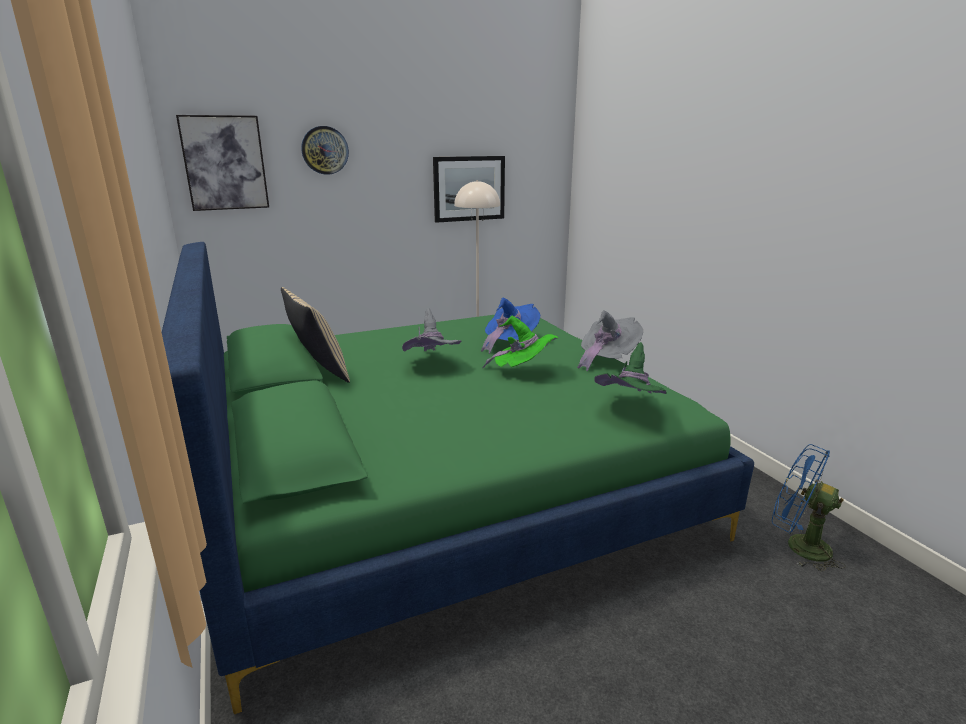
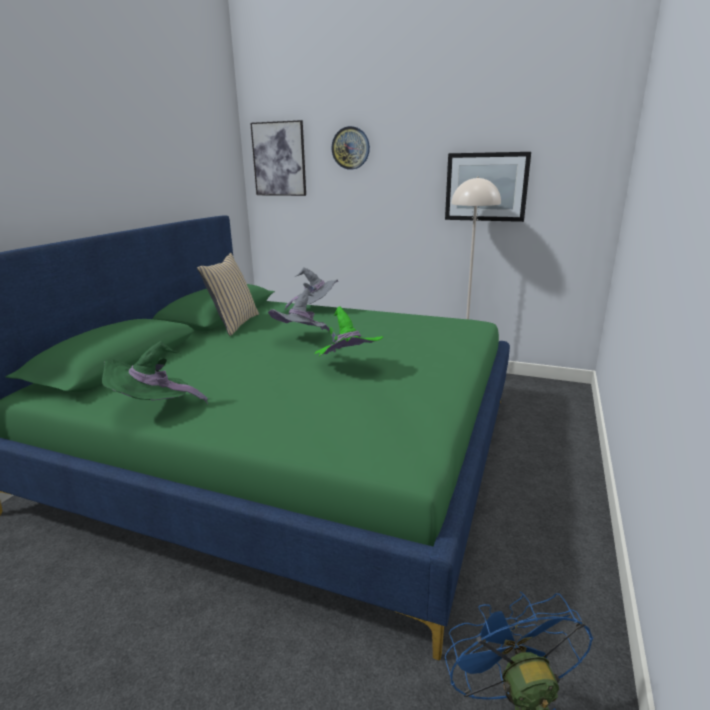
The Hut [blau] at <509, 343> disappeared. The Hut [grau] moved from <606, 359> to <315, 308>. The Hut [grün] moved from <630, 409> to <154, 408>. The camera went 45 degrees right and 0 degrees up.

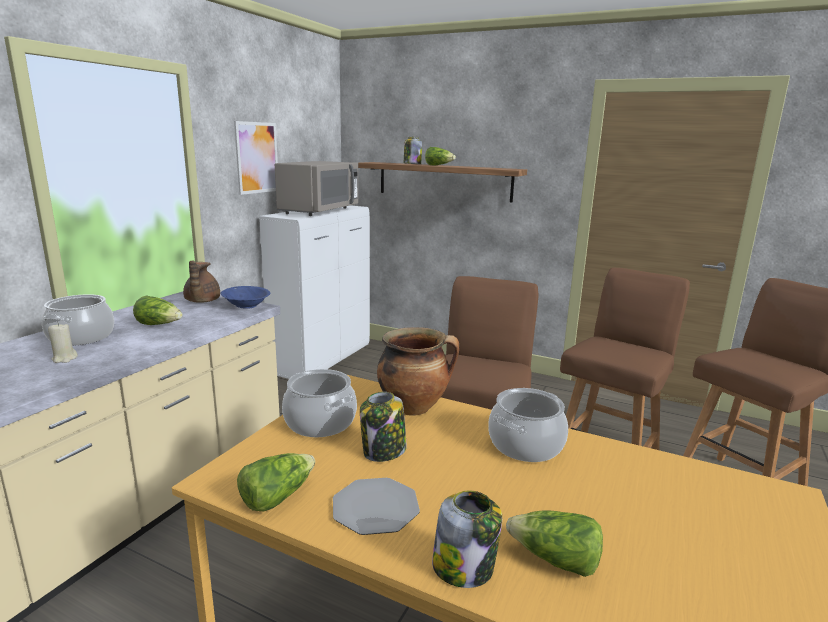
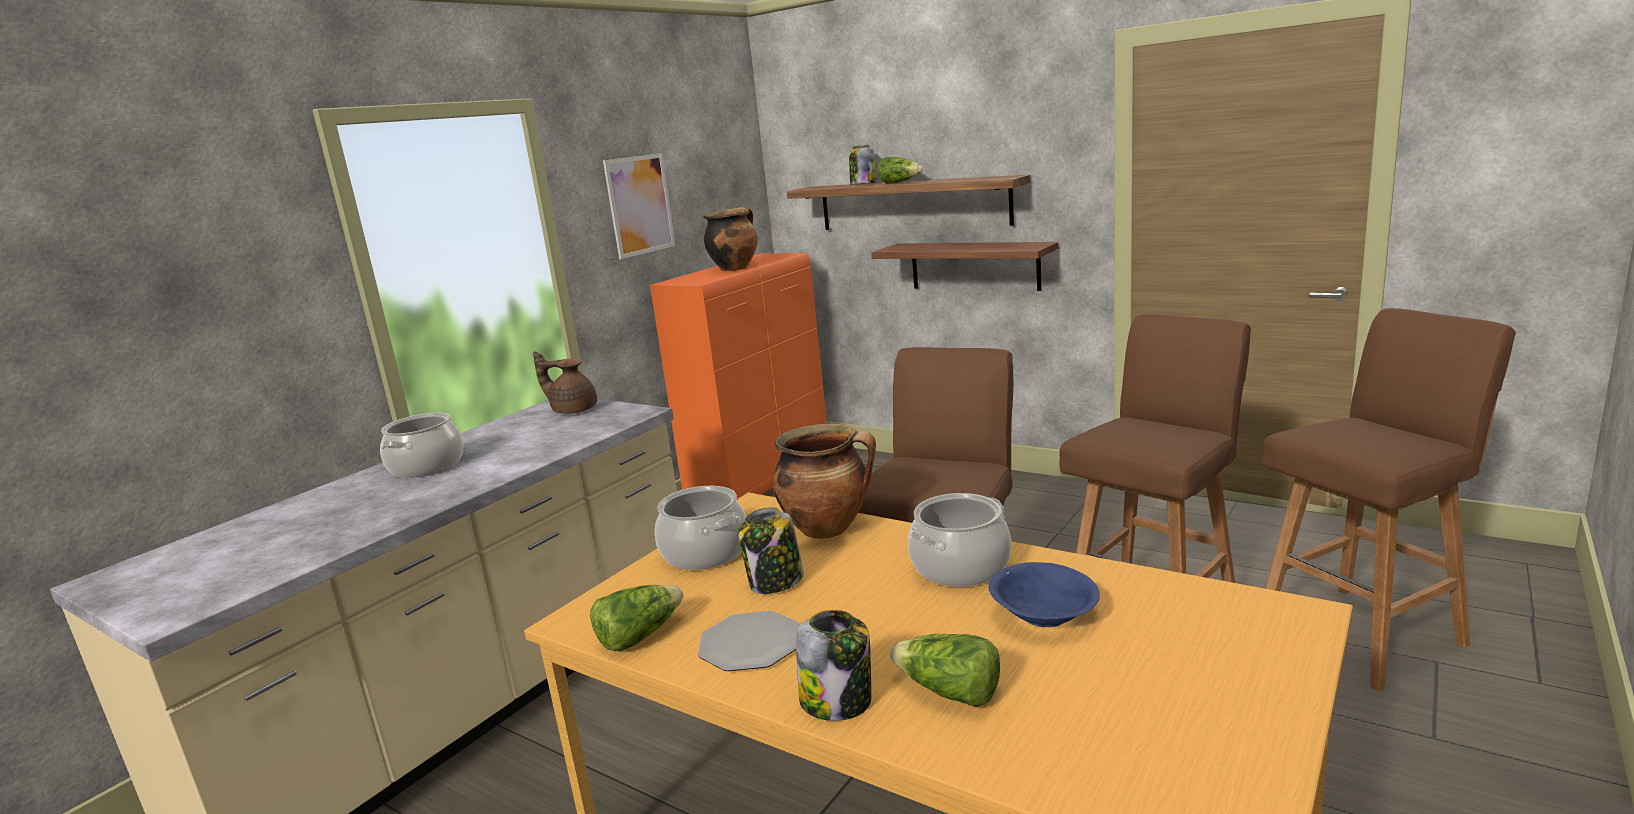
The Kerze [beige] at <64, 358> disappeared. The Salatkopf at <159, 325> disappeared. The Teekanne [braun] at <201, 301> turned 105 degrees clockwise. The Schüssel [blau] moved from <246, 306> to <1043, 616>. The Schrank [weiß] at <323, 360> became the Schrank [orange] at <761, 480>. The Mikrowelle [grau] at <319, 211> was replaced by the Kochtopf at <735, 268>. The Wandregal at <974, 266> appeared. The camera went 10 degrees right and 0 degrees up.

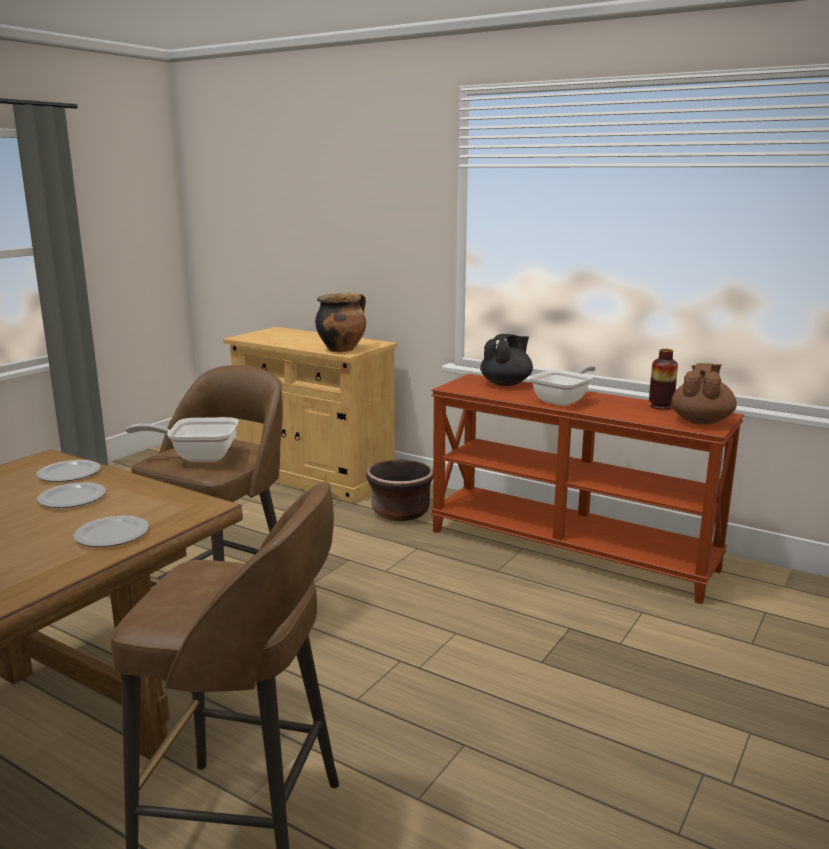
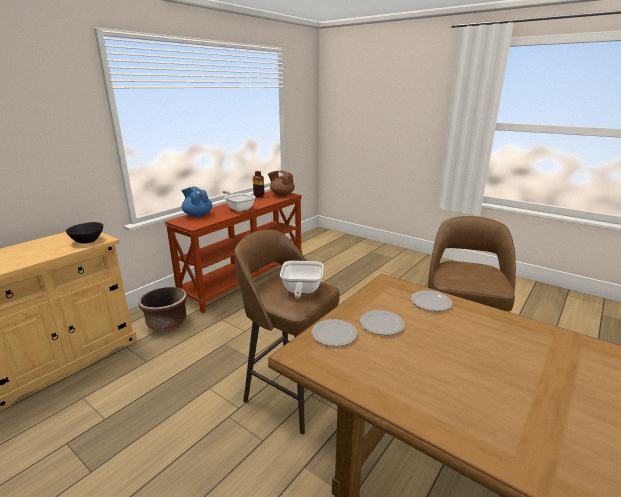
The Kochtopf at <342, 349> was replaced by the Schüssel [schwarz] at <87, 241>. The Teekanne [schwarz] at <506, 383> became the Teekanne [blau] at <197, 215>. The camera went 85 degrees left and 5 degrees up.

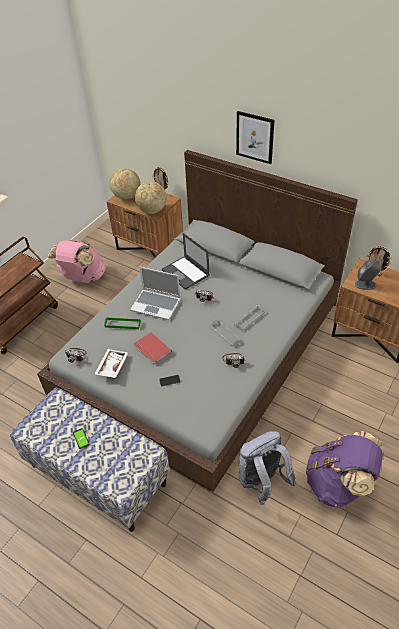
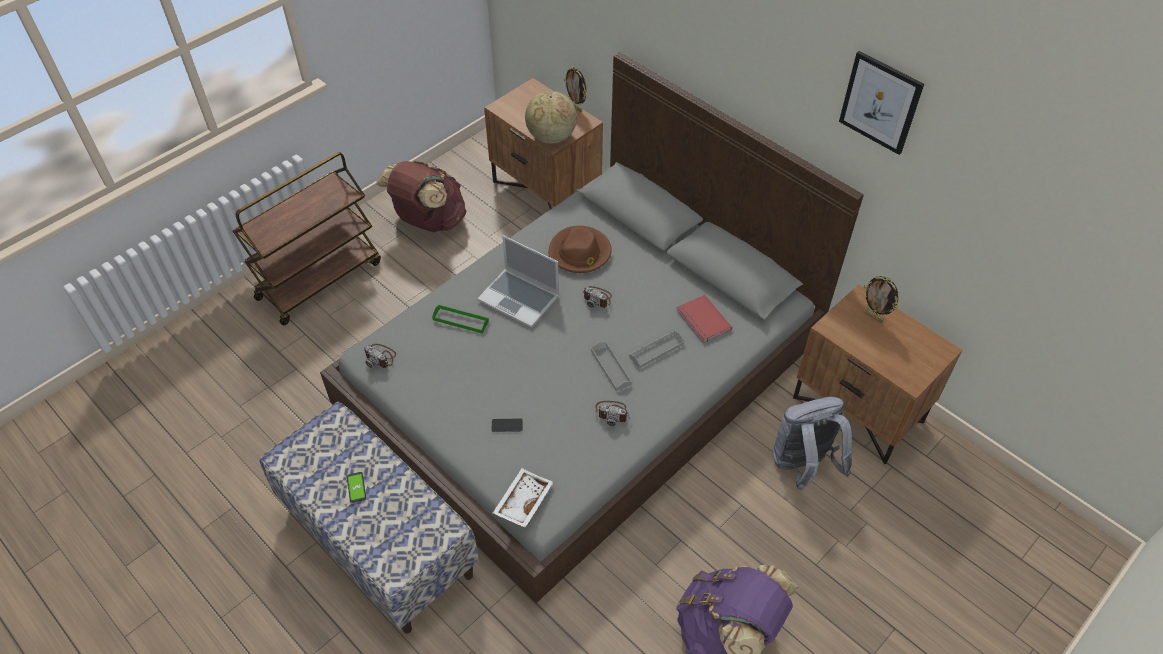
The Rucksack [rosa] at <82, 278> became the Rucksack [braun] at <428, 221>. The Tablett [weiß] moved from <111, 366> to <522, 501>. The Globus at <127, 196> disappeared. The Buch [rot] moved from <151, 349> to <702, 321>. The Laptop at <186, 273> was replaced by the Hut [braun] at <580, 253>. The Bild moved from <255, 137> to <880, 102>. The Rucksack [grau] moved from <262, 482> to <803, 466>. The Lautsprecher [grau] at <365, 284> disappeared. The camera went 10 degrees right and 5 degrees up.

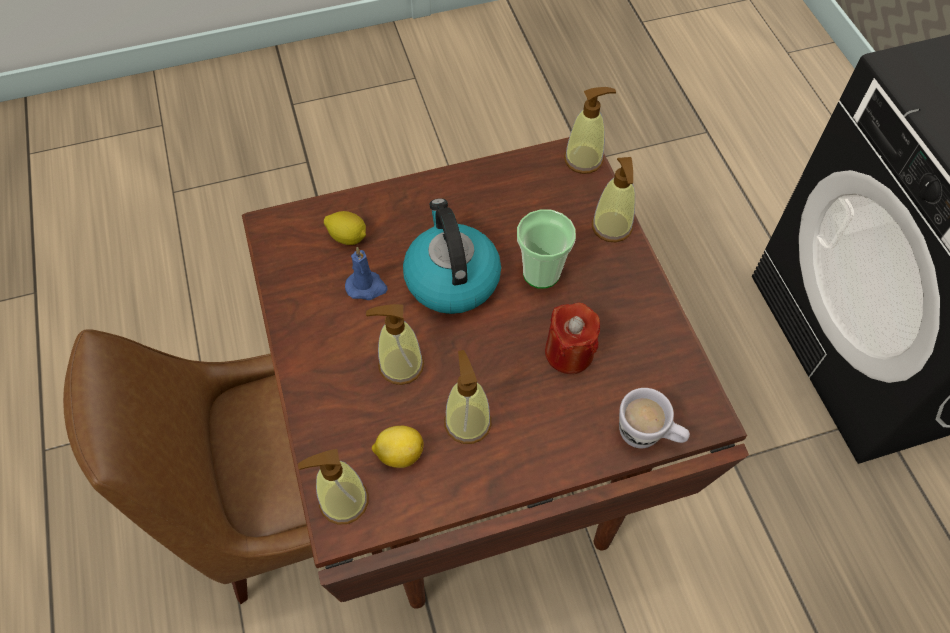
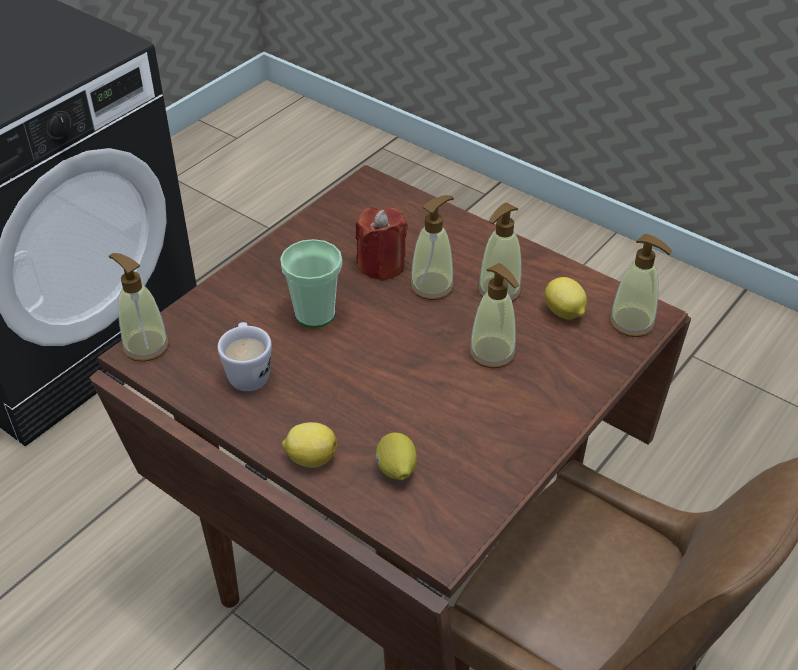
The Kerze [blau] at <367, 287> disappeared. The Wasserkessel at <451, 278> disappeared. The Seifenspender moved from <611, 227> to <432, 286>. The Henkelbecher [weiß] moved from <648, 435> to <248, 372>. The Zitrone at <310, 458> appeared. The camera went 125 degrees left and 15 degrees down.

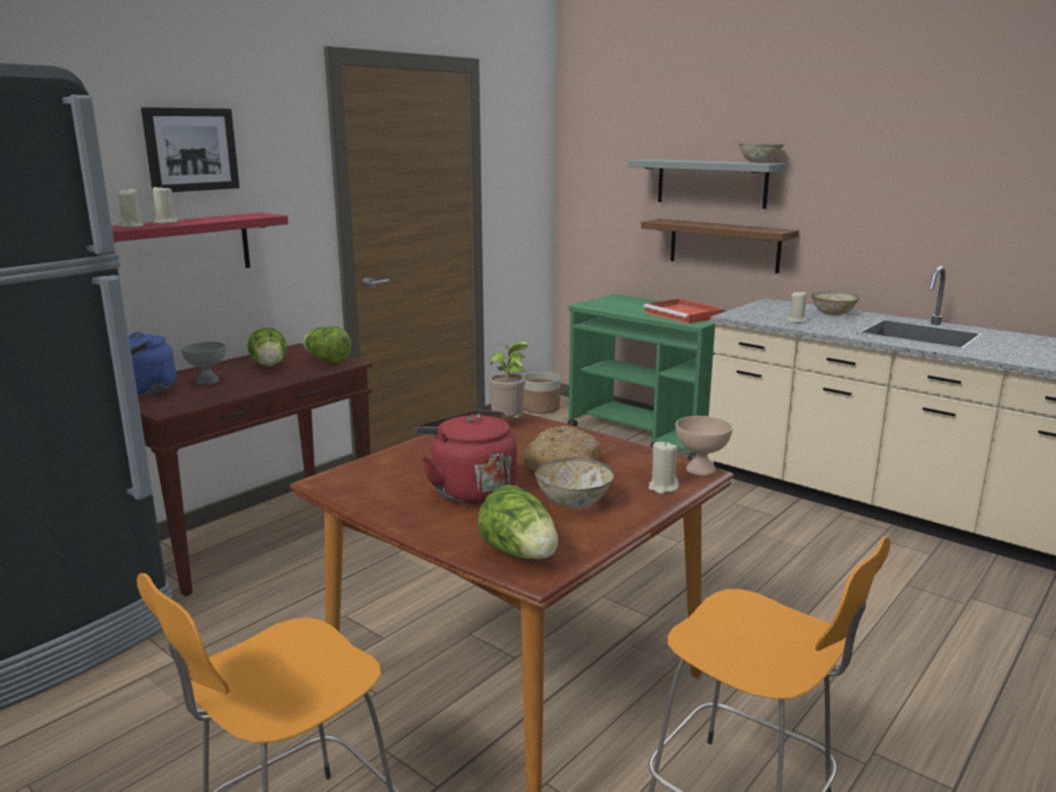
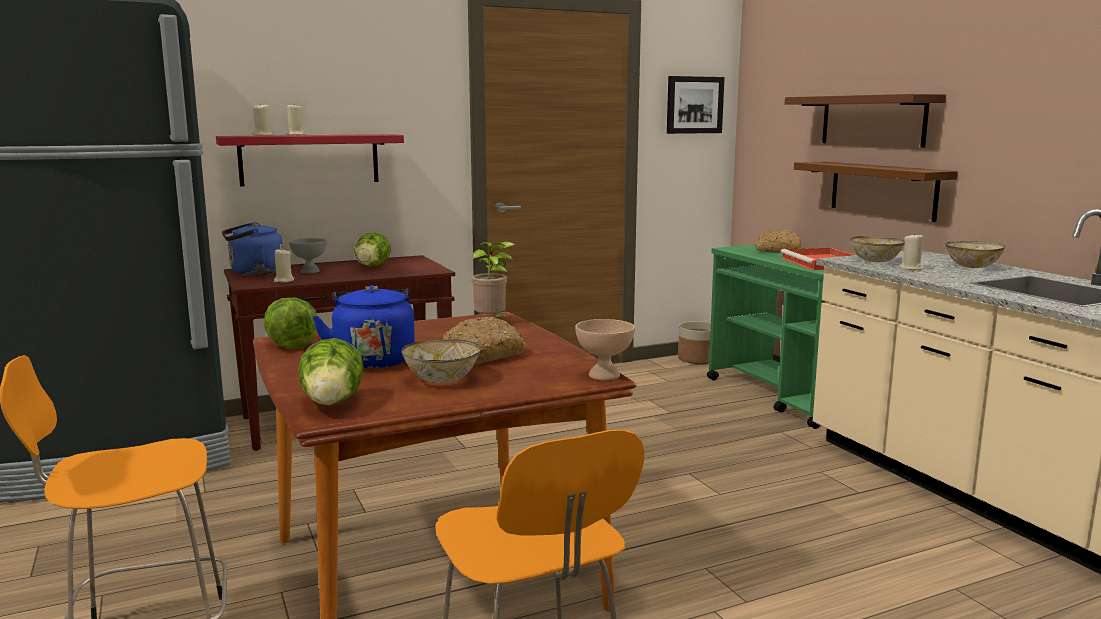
The Bild moved from <191, 149> to <694, 105>. The Salatkopf moved from <327, 361> to <289, 344>. The Wasserkessel [rot] at <470, 490> became the Wasserkessel [blau] at <373, 360>. The Wandregal [grau] at <711, 183> became the Wandregal [braun] at <872, 120>. The Kerze [beige] moved from <662, 487> to <284, 281>. The Schüssel moved from <760, 162> to <876, 261>. The Brot at <777, 250> appeared. The camera went 25 degrees right and 5 degrees down.

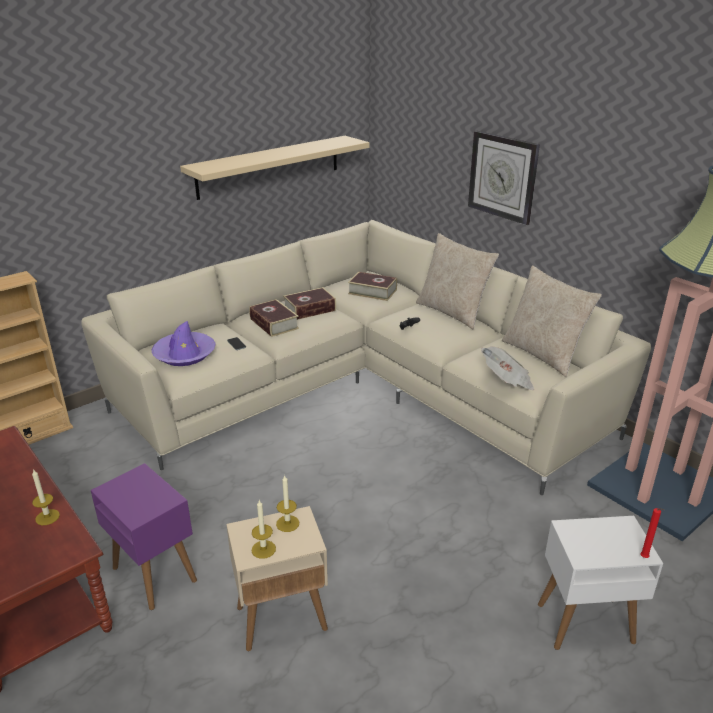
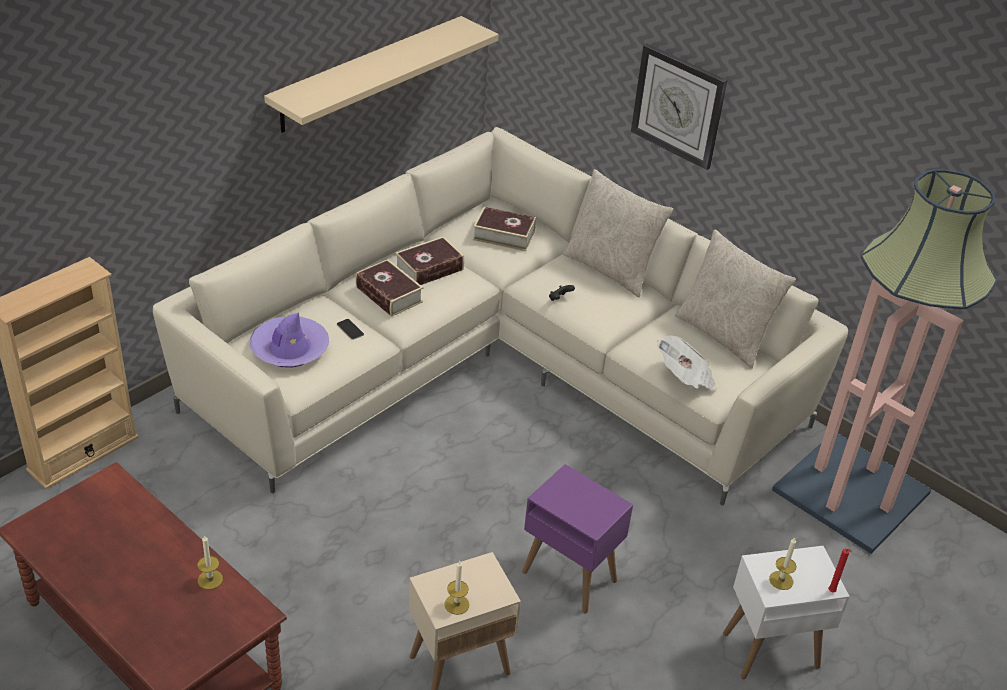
The Beistelltisch [lila] moved from <154, 574> to <568, 576>. The Kerze moved from <287, 523> to <781, 580>. The camera went 10 degrees left and 10 degrees up.

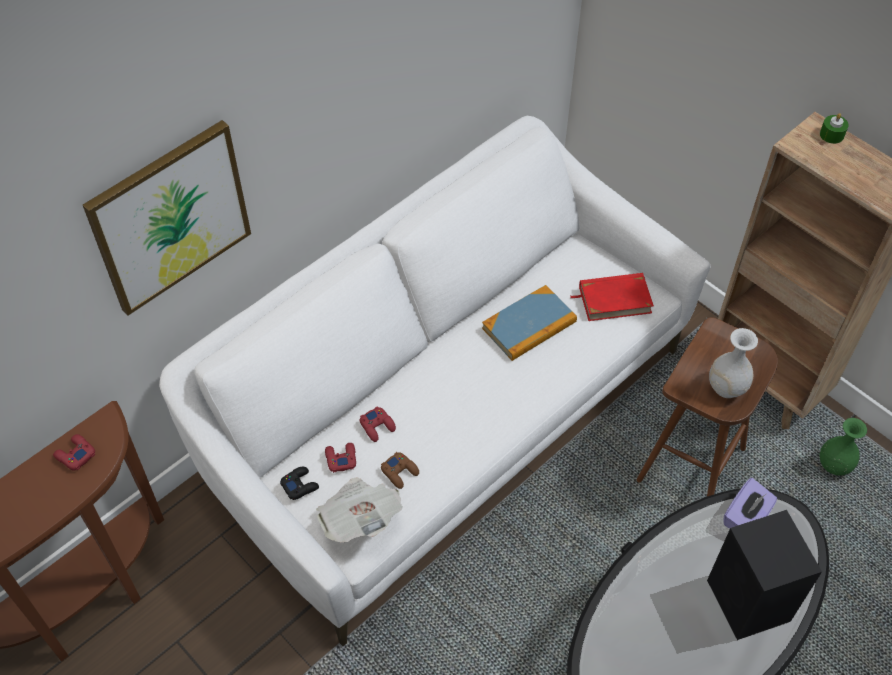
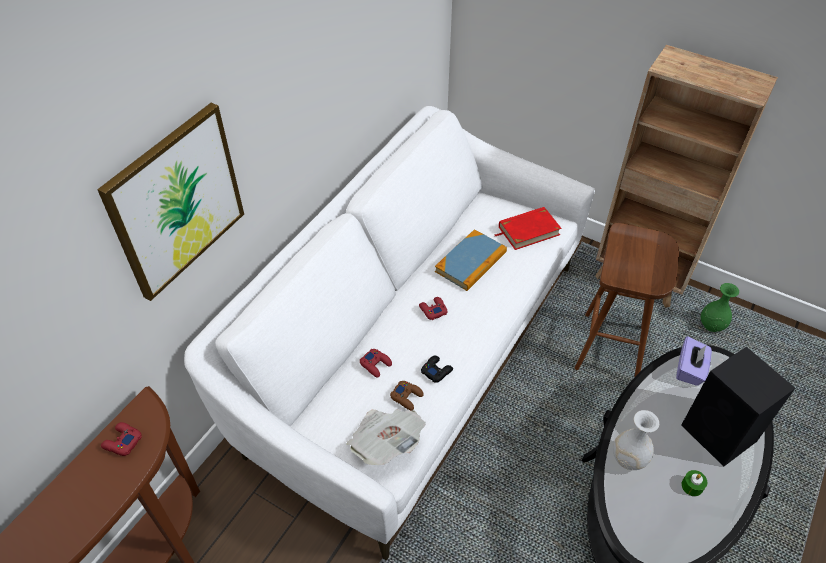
The Gamepad [schwarz] moved from <300, 485> to <436, 370>. The Gamepad [rot] moved from <341, 458> to <433, 310>. The Vase [weiß] moved from <726, 387> to <628, 458>. The Kerze [grün] moved from <831, 135> to <692, 486>. The camera went 15 degrees left and 5 degrees down.

